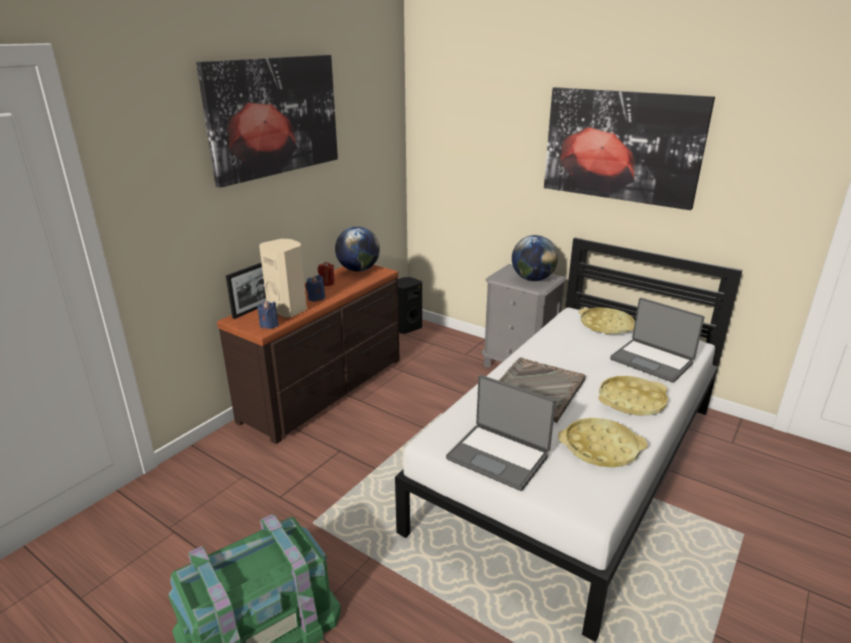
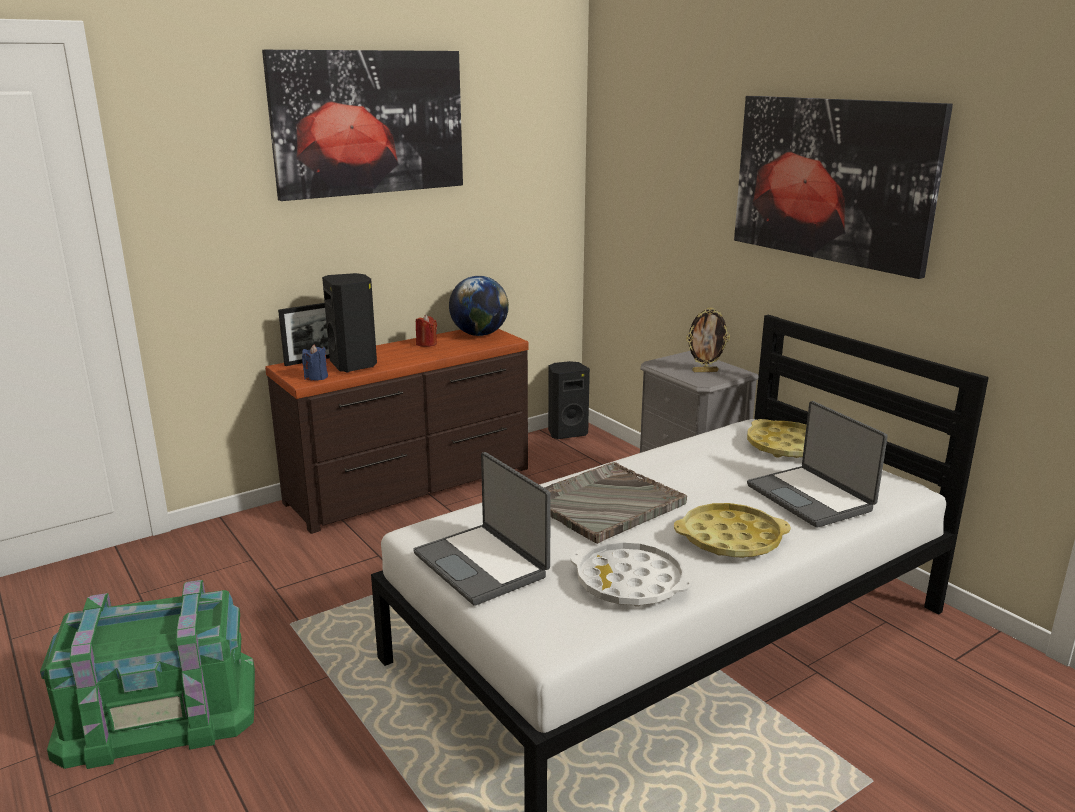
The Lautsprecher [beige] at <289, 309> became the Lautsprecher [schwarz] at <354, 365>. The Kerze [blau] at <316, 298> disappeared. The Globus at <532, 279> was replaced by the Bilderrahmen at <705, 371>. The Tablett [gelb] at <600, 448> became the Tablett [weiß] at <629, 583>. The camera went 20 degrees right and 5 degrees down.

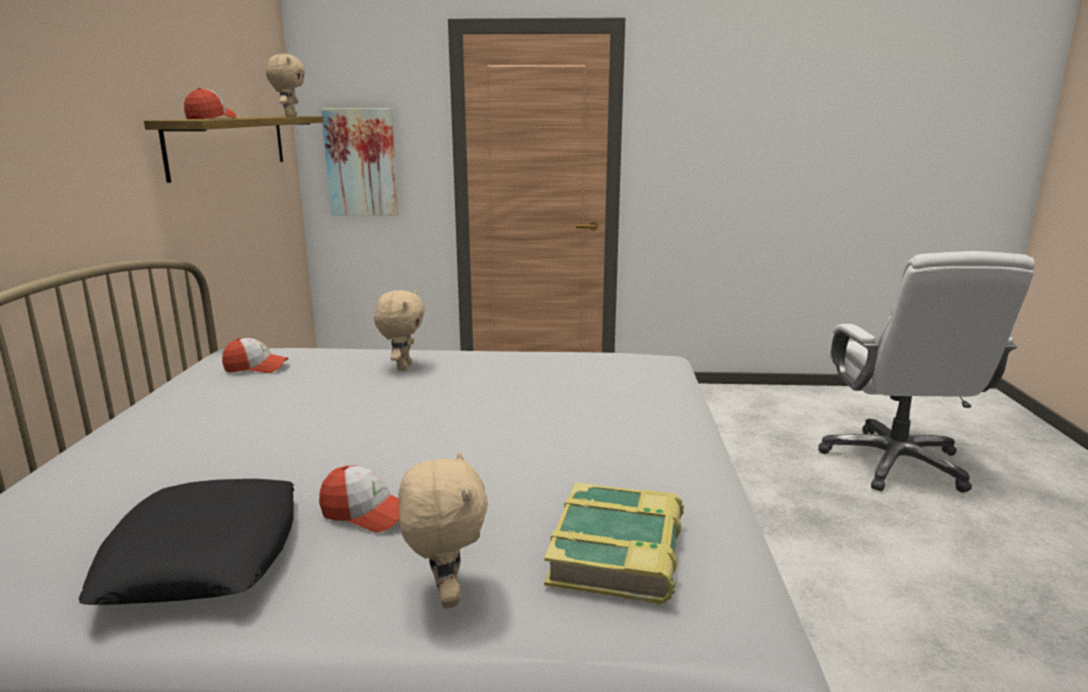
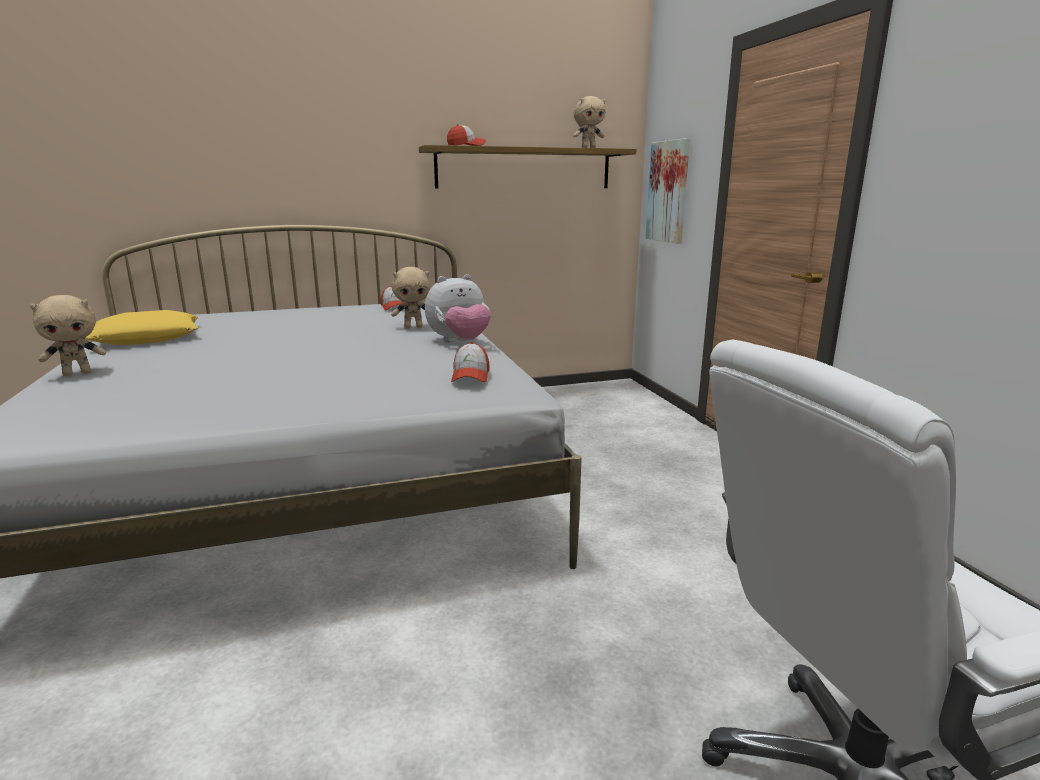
The Kissen [schwarz] at <203, 554> became the Kissen [gelb] at <147, 337>. The Kappe moved from <366, 513> to <470, 376>. The Buch at <619, 552> disappeared. The Plüschtier at <459, 342> appeared. The camera went 70 degrees right and 0 degrees up.

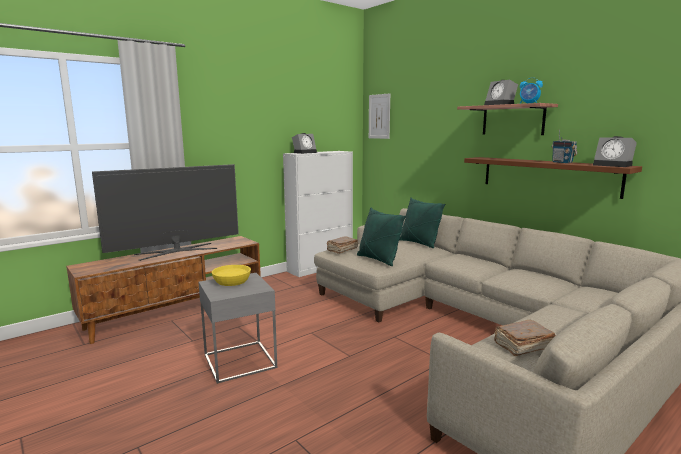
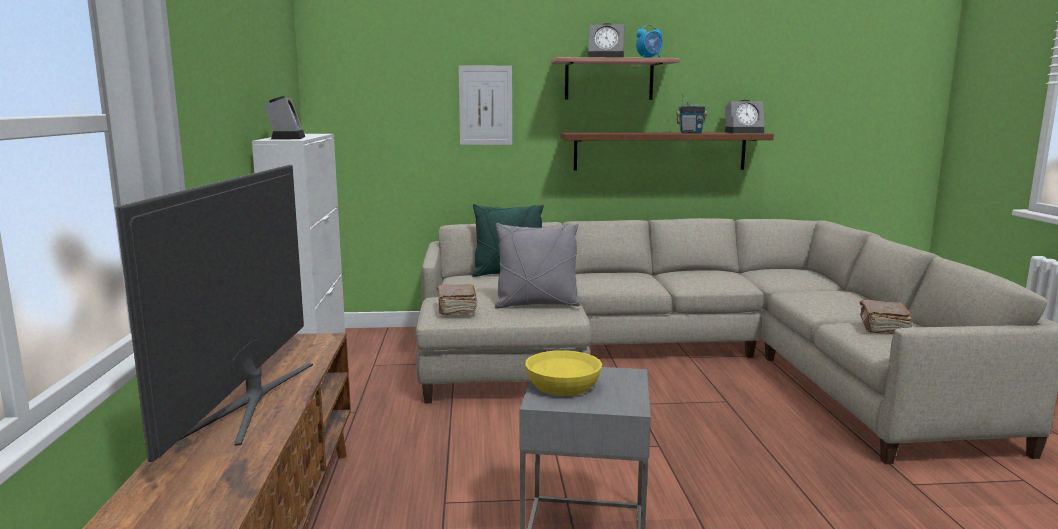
The Kissen [grün] at <378, 260> became the Kissen [grau] at <537, 305>. The Bild moved from <379, 116> to <485, 105>. The camera went 55 degrees left and 0 degrees up.

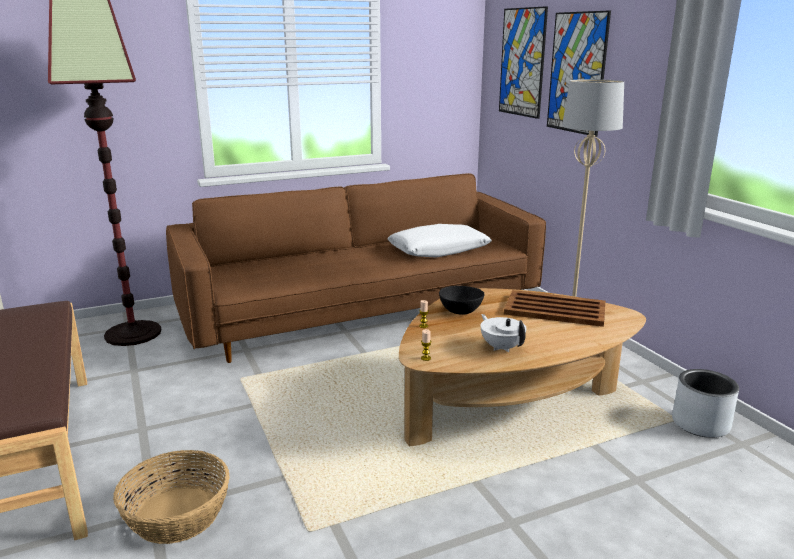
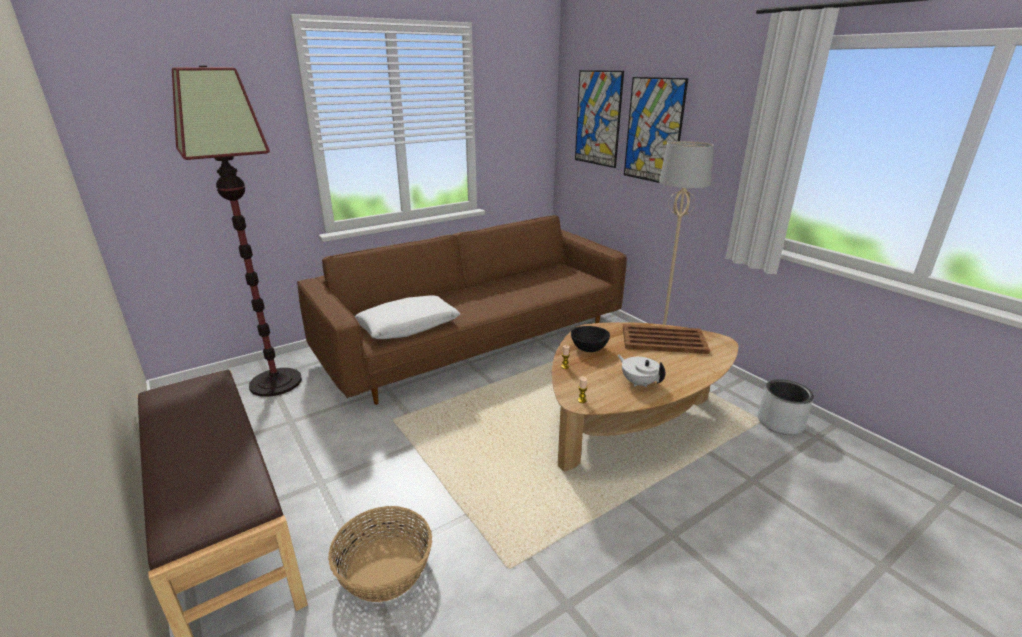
The Kissen [weiß] moved from <438, 250> to <408, 326>. The camera went 10 degrees left and 5 degrees up.

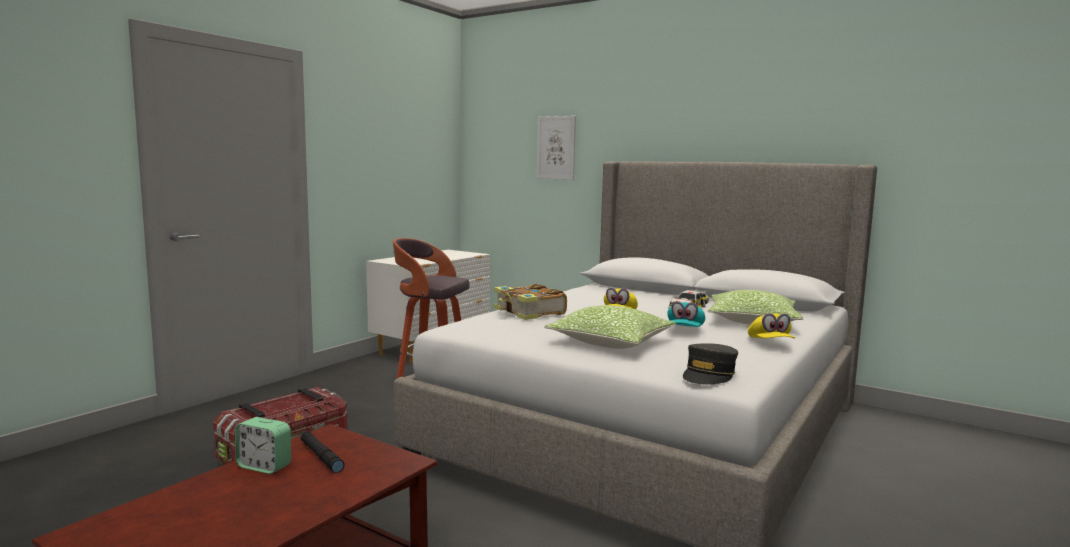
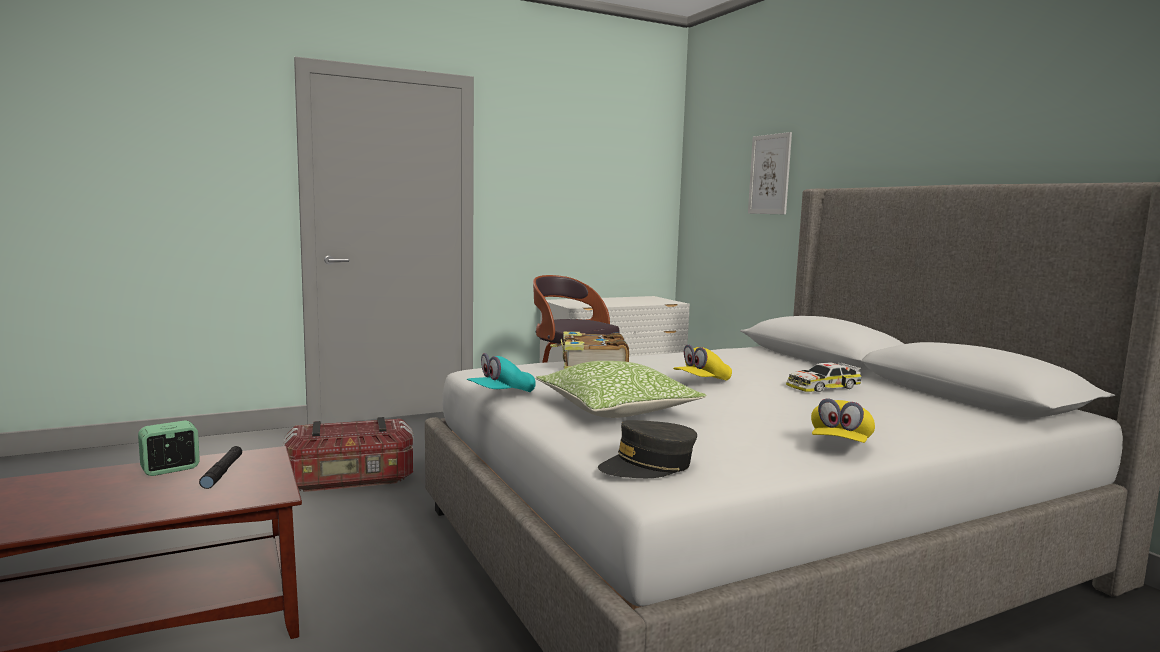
The Wecker at <264, 466> turned 90 degrees clockwise. The Kappe [türkis] moved from <685, 330> to <501, 394>. The Kissen at <752, 321> disappeared. The camera went 30 degrees right and 0 degrees up.

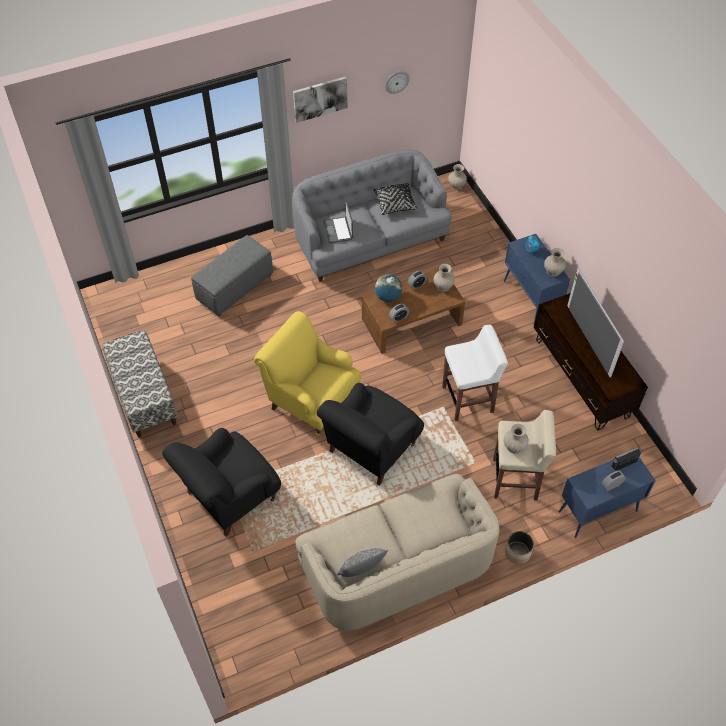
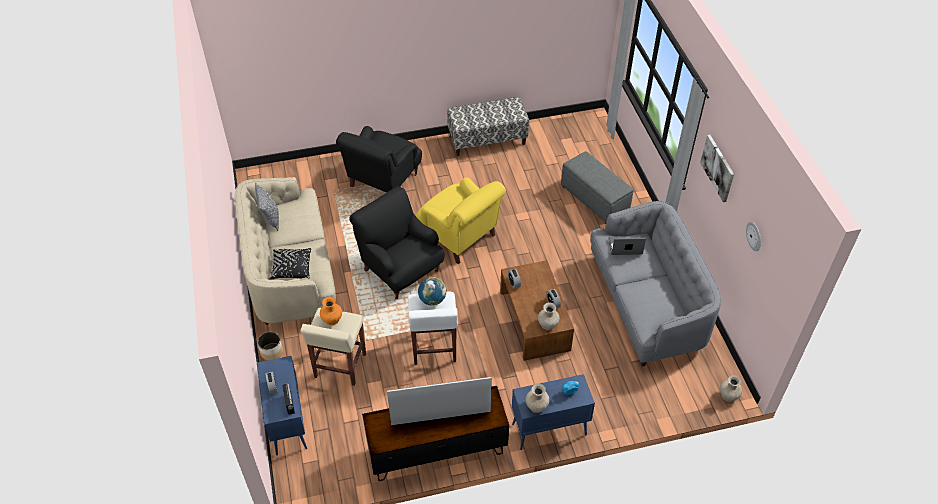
The Sessel [schwarz] at <229, 497> turned 120 degrees counterclockwise. The Sessel [gelb] at <311, 400> turned 90 degrees clockwise. The Kissen [schwarz] moved from <395, 204> to <291, 268>. The Globus moved from <388, 297> to <432, 300>. The Vase [beige] at <514, 446> became the Vase [orange] at <332, 319>. The camera went 100 degrees right and 5 degrees down.

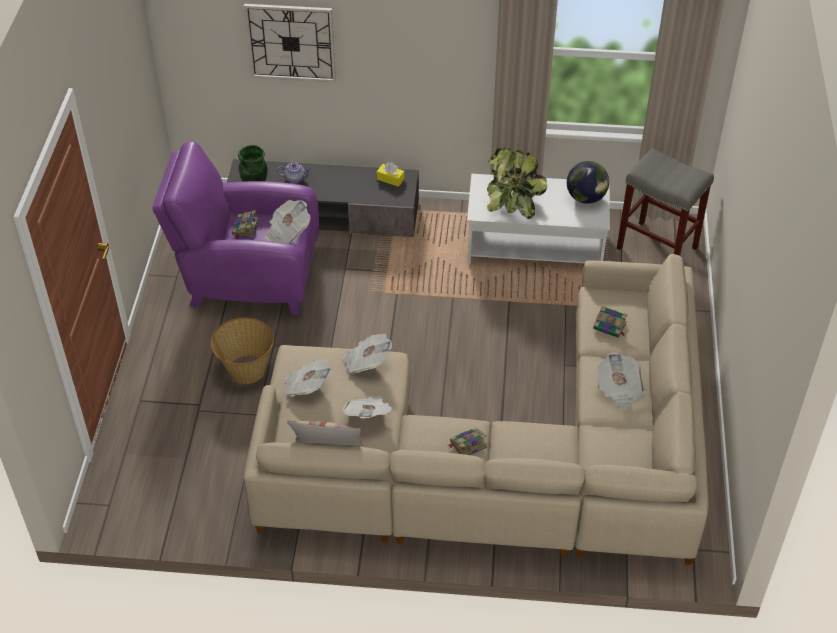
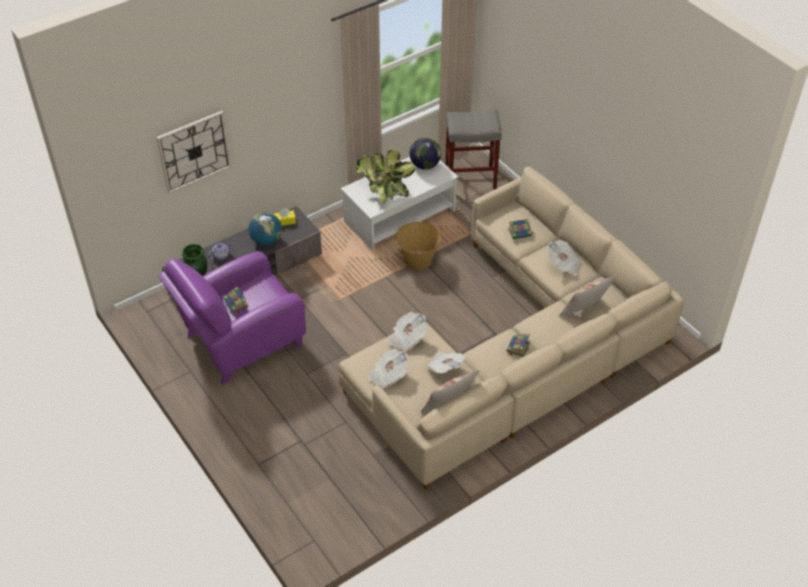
The Korb moved from <246, 369> to <417, 260>. The Zeitung at <287, 232> disappeared. The Globus at <266, 240> appeared. The Kissen at <584, 311> appeared. The camera went 40 degrees left and 0 degrees up.

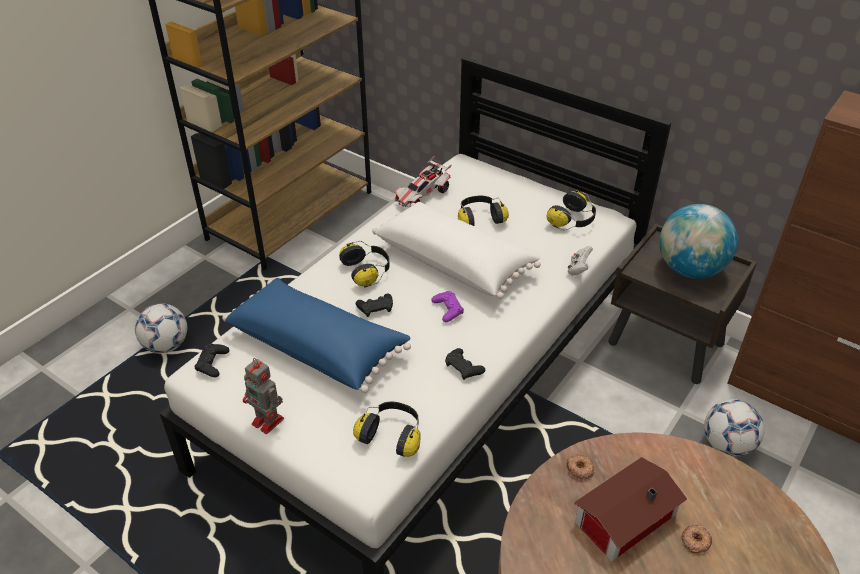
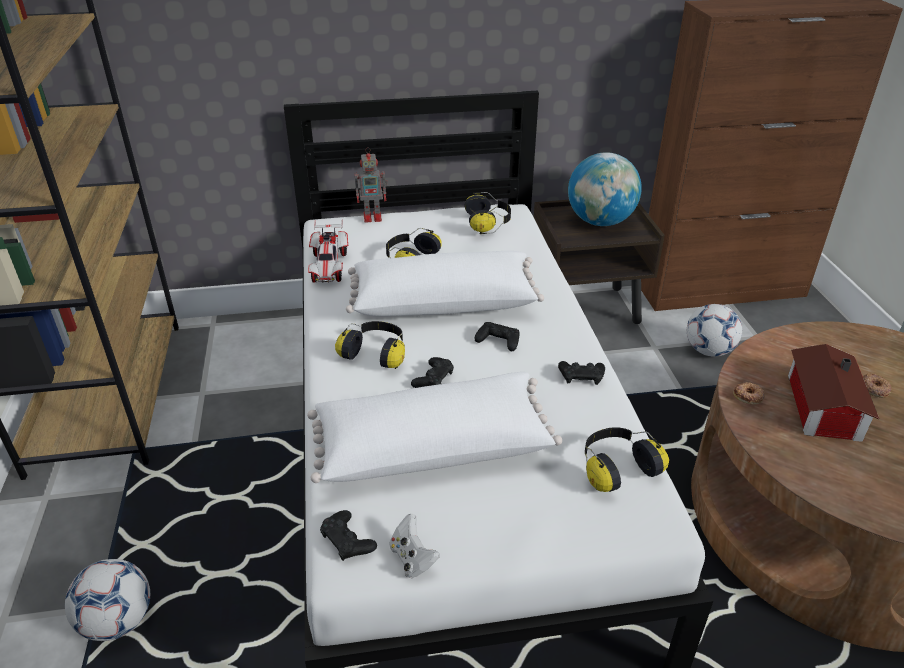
The Kissen [blau] at <318, 346> became the Kissen [weiß] at <432, 446>. The Spielzeugroboter moved from <269, 422> to <373, 217>. The Gamepad [lila] at <448, 309> became the Gamepad [schwarz] at <498, 341>. The Gamepad [weiß] moved from <578, 269> to <412, 558>. The camera went 45 degrees left and 5 degrees down.

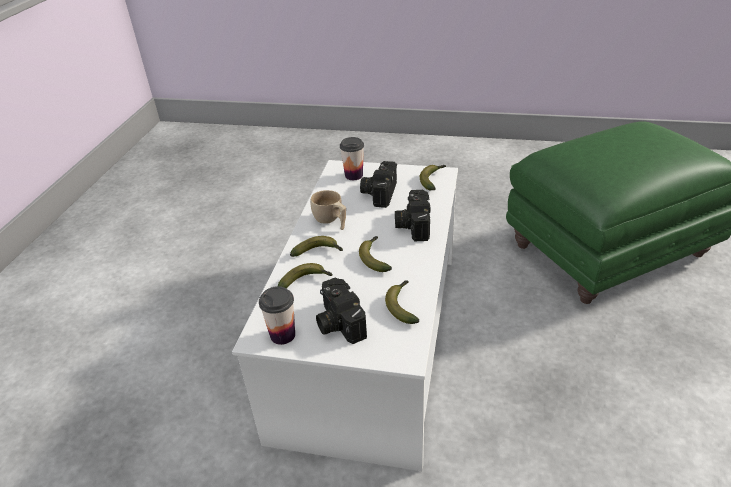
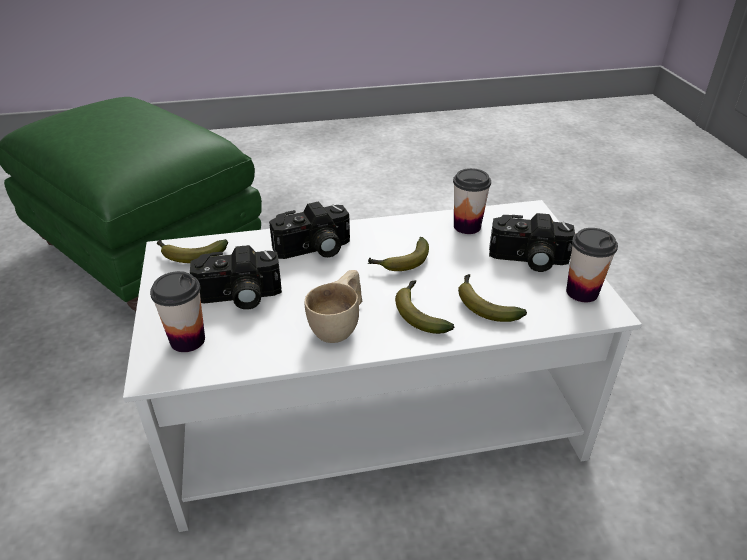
The Kamera at <337, 322> turned 60 degrees clockwise. The Banane at <402, 305> was replaced by the Tasse at <467, 226>. The camera went 115 degrees left and 0 degrees up.

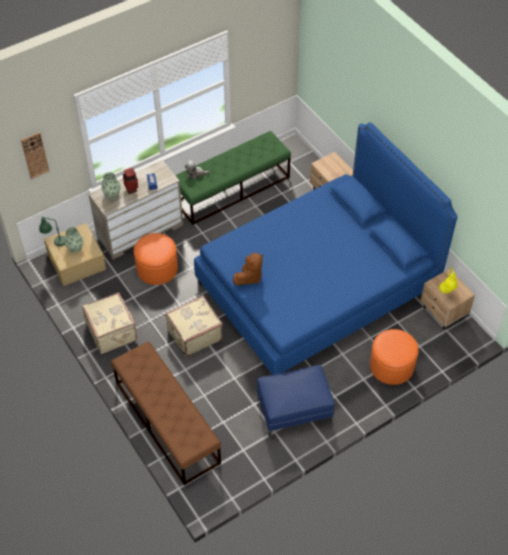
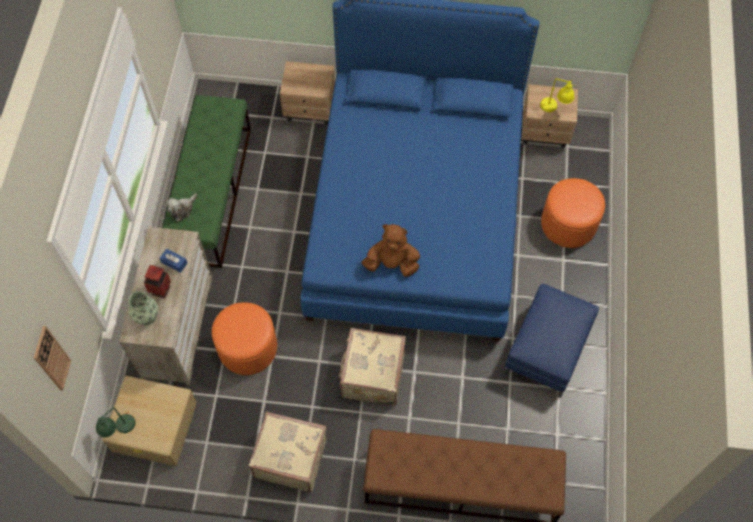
The Vase at <75, 247> disappeared. The Plüschtier [braun] at <249, 277> turned 75 degrees counterclockwise. The camera went 50 degrees left and 10 degrees up.

